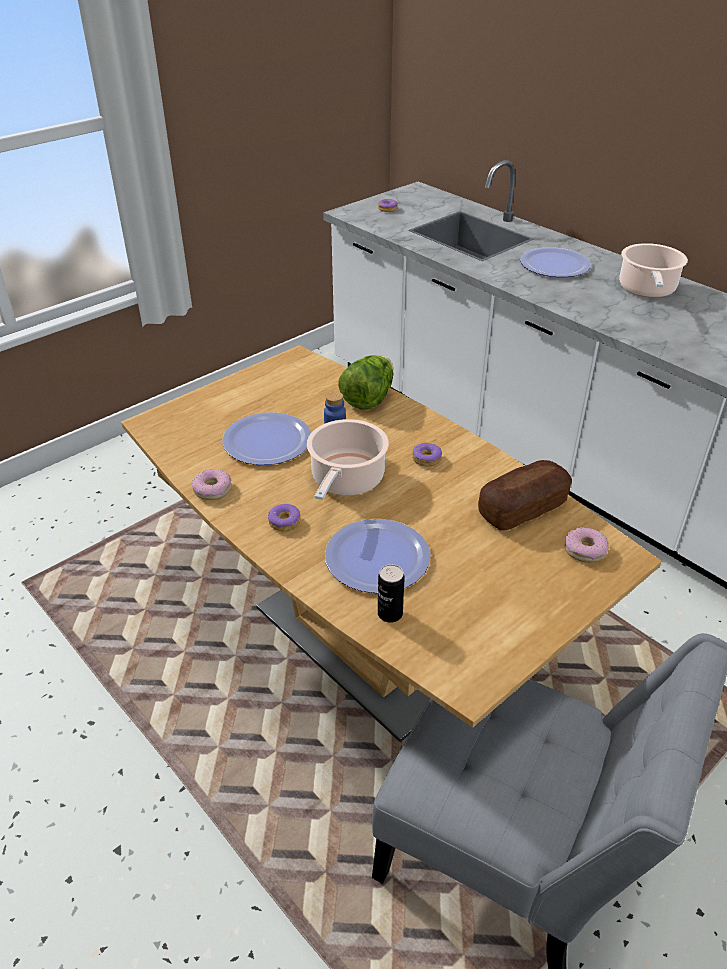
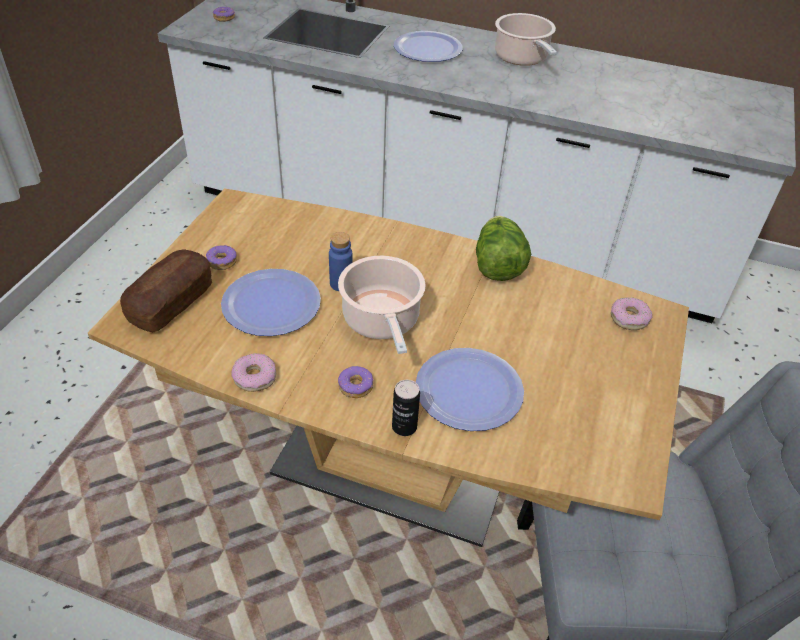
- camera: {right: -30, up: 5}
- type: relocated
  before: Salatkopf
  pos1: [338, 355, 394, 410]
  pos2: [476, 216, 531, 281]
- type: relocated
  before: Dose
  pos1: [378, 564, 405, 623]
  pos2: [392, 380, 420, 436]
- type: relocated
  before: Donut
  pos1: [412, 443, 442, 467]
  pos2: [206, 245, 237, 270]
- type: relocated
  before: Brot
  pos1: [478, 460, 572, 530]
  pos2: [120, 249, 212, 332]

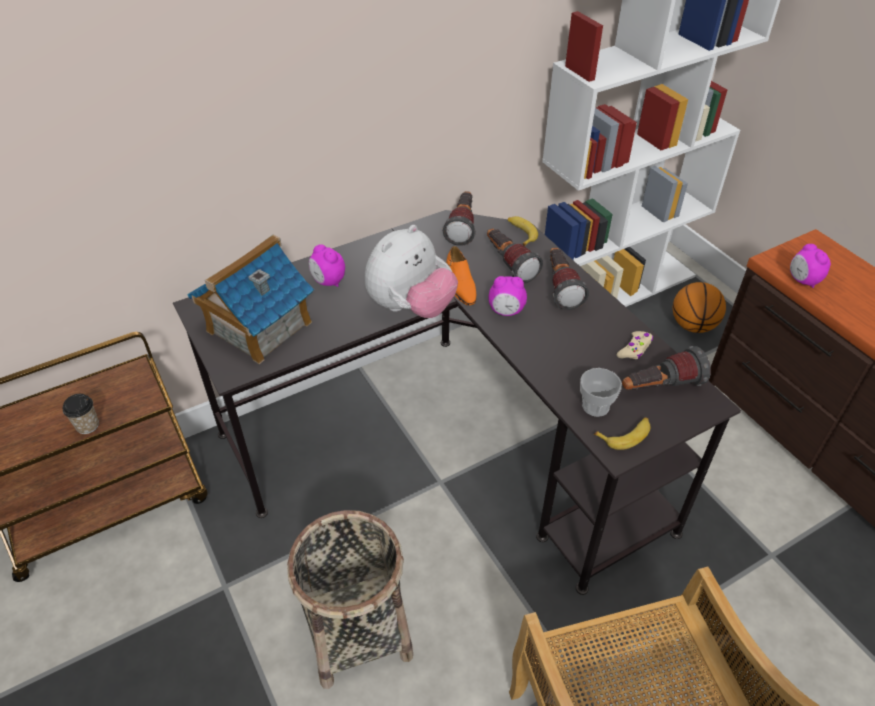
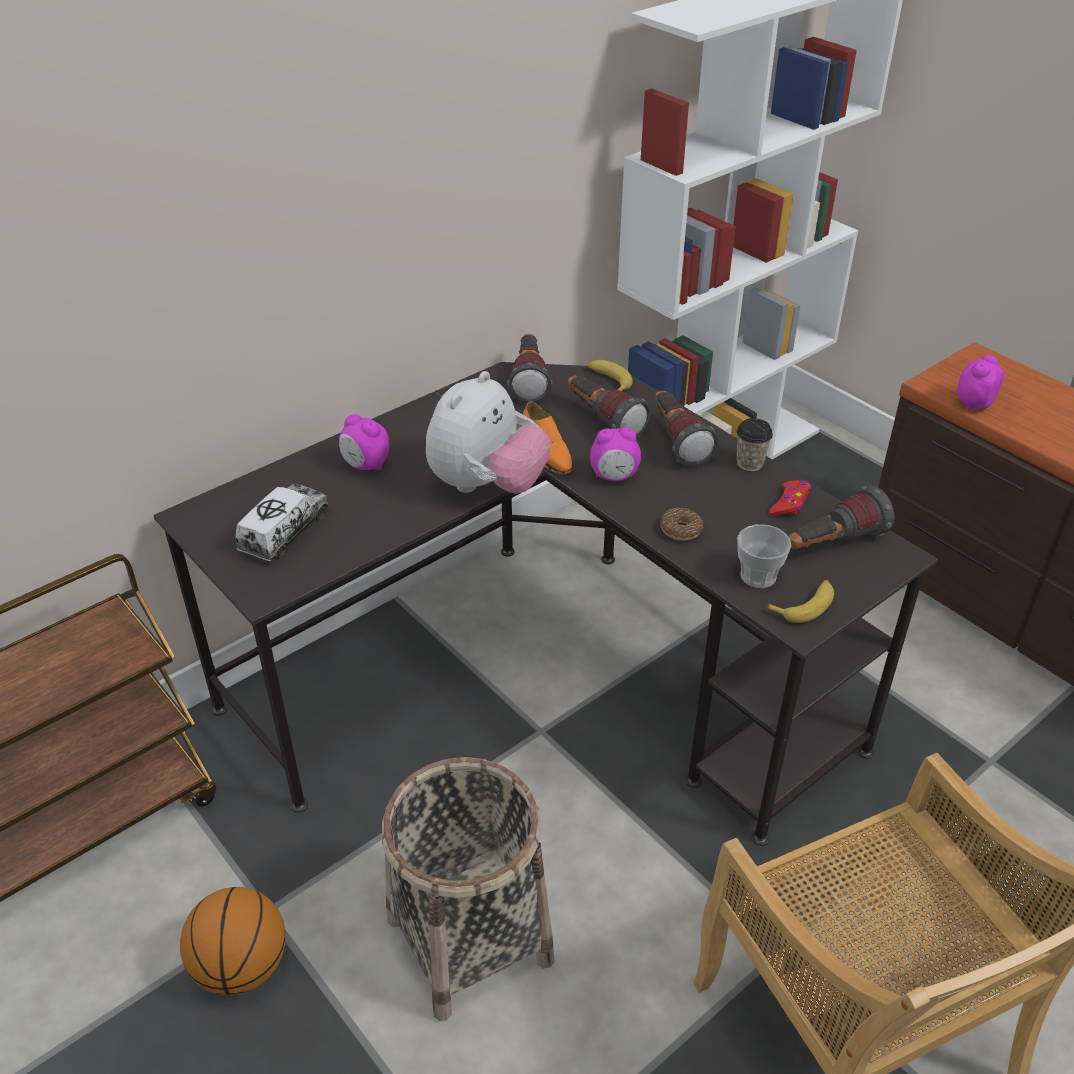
- camera: {right: -10, up: -5}
- type: relocated
  before: Tasse
  pos1: [62, 394, 99, 434]
  pos2: [736, 418, 773, 471]
- type: exchanged
  before: Spielzeughaus
  after: Spielzeuglaster
  pos1: [187, 234, 314, 364]
  pos2: [235, 483, 328, 563]
- type: colour
  before: Gamepad/beige
  after: Gamepad/rot
  pos1: [616, 331, 653, 359]
  pos2: [769, 480, 811, 516]
- type: relocated
  before: Basketball
  pos1: [673, 282, 726, 333]
  pos2: [180, 887, 286, 995]
- type: spun
  before: Wecker
  pos1: [790, 244, 831, 288]
  pos2: [957, 355, 1004, 411]
  turn: 75
- type: appeared
  after: Donut
  pos2: [660, 508, 703, 541]

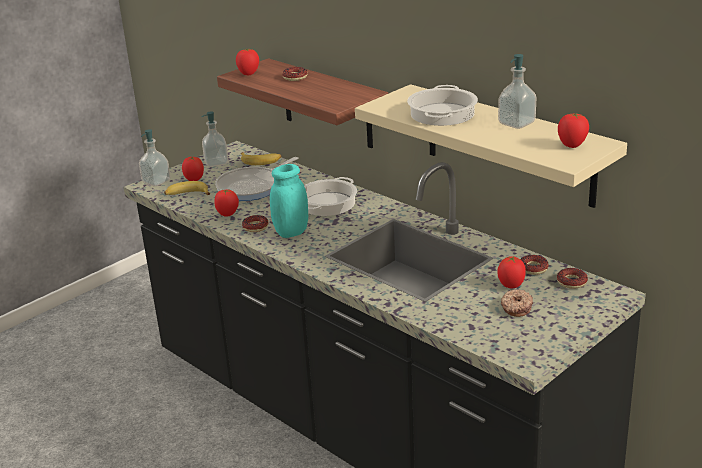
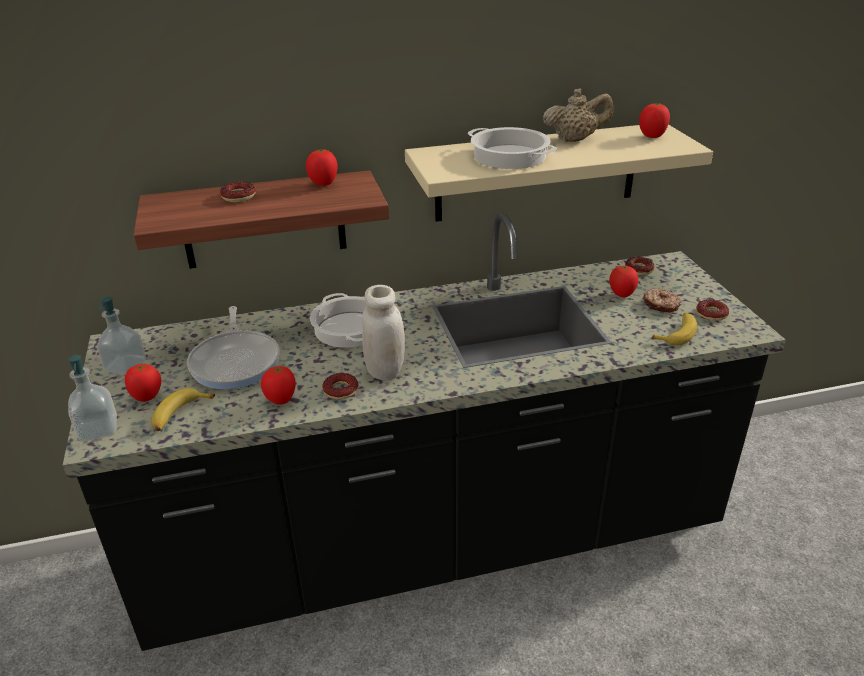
- camera: {right: -60, up: 5}
- type: relocated
  before: Tomate
  pos1: [236, 49, 259, 75]
  pos2: [306, 149, 337, 186]
- type: relocated
  before: Banane
  pos1: [241, 152, 282, 165]
  pos2: [651, 313, 697, 345]
- type: colour
  before: Vorratsglas/türkis
  after: Vorratsglas/weiß
  pos1: [270, 164, 308, 238]
  pos2: [362, 285, 405, 380]
- type: exchanged
  before: Seifenspender
  after: Teekanne/beige
  pos1: [498, 54, 537, 129]
  pos2: [543, 89, 613, 142]
- type: relocated
  before: Donut
  pos1: [521, 255, 549, 275]
  pos2: [696, 299, 729, 321]

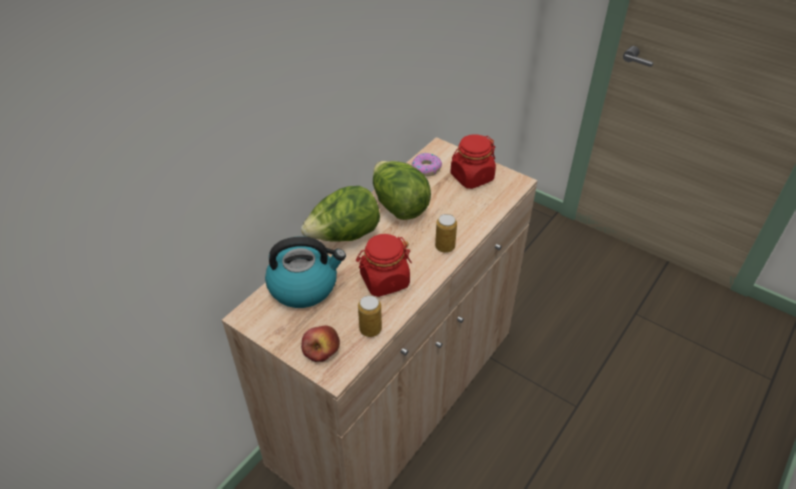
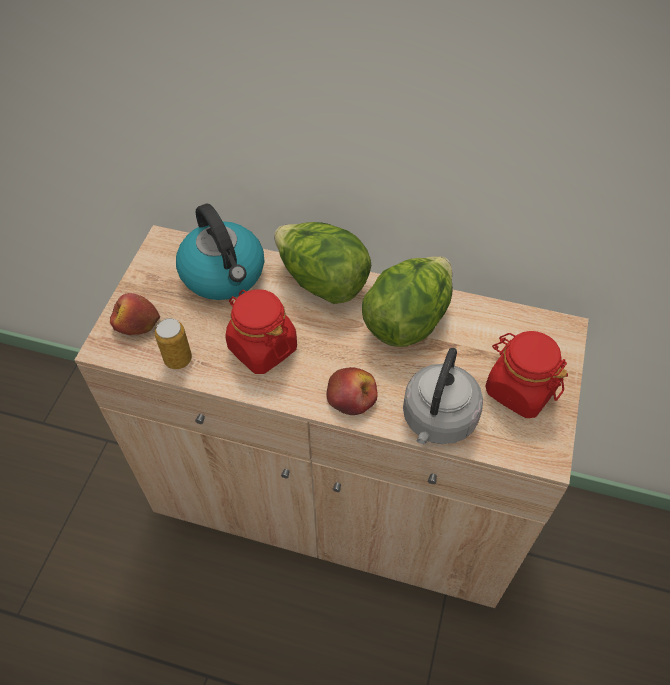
- camera: {right: 70, up: 10}
- type: missing
  before: Donut
  pos1: [412, 153, 442, 176]
- type: exchanged
  before: Dose
  after: Apfel
  pos1: [435, 214, 457, 253]
  pos2: [326, 367, 378, 415]
- type: appeared
  after: Wasserkessel/grau
  pos2: [403, 348, 483, 444]

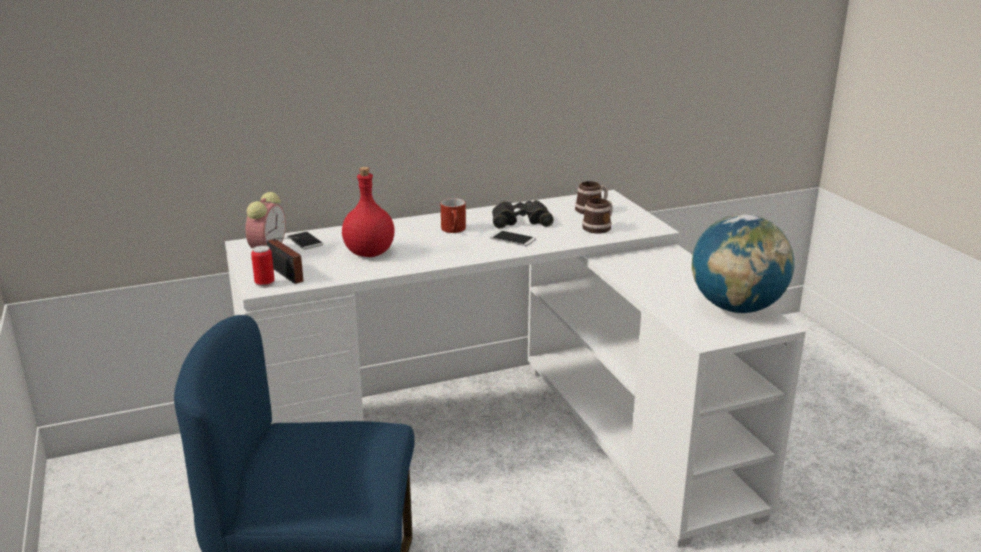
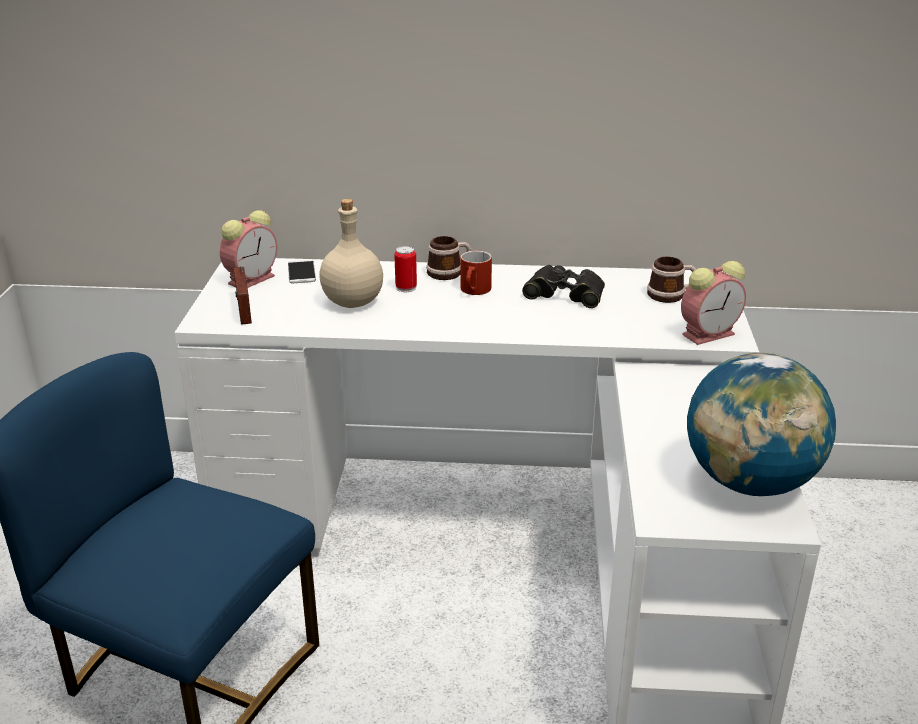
- camera: {right: 25, up: 5}
- type: relocated
  before: Dose
  pos1: [251, 245, 275, 288]
  pos2: [394, 246, 417, 292]
- type: colour
  before: Flasche/rot
  after: Flasche/beige
  pos1: [342, 167, 395, 257]
  pos2: [319, 199, 383, 308]
- type: missing
  before: Handy
  pos1: [490, 230, 536, 246]
- type: relocated
  before: Henkelbecher
  pos1: [582, 198, 613, 233]
  pos2: [426, 236, 471, 280]
- type: appeared
  after: Wecker
  pos2: [681, 261, 746, 345]

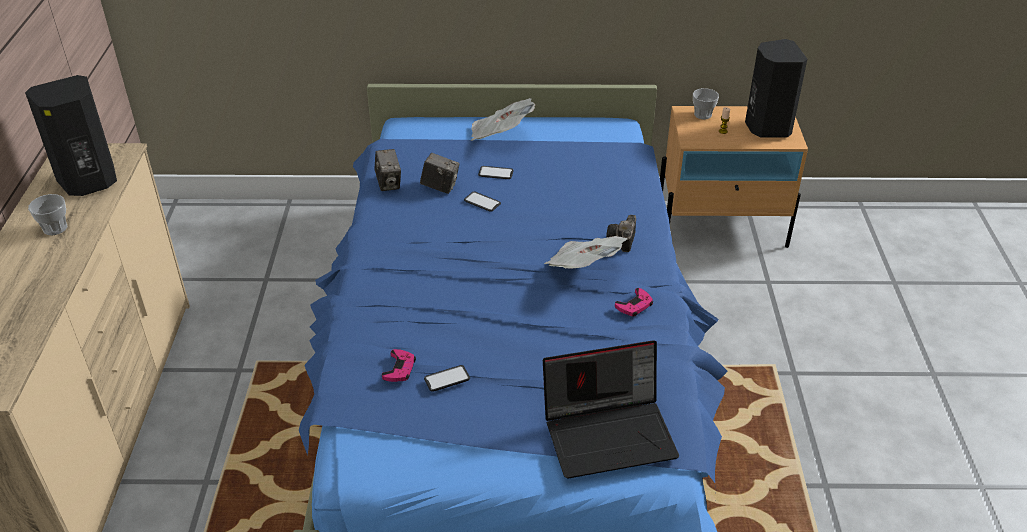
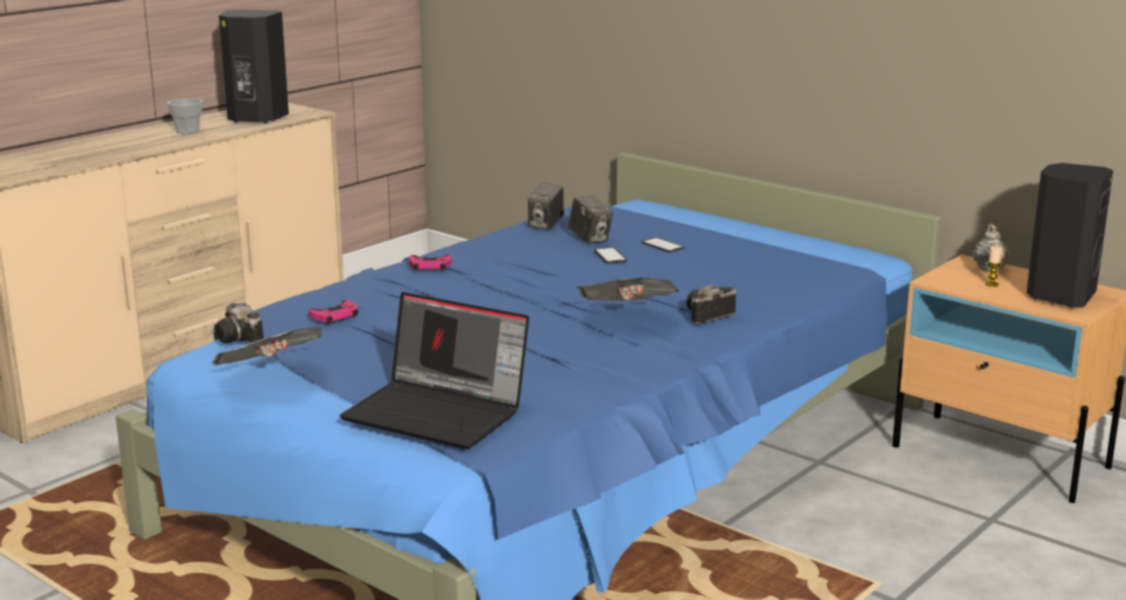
- camera: {right: 40, up: -20}
- type: missing
  before: Handy
  pos1: [424, 365, 470, 392]
- type: relocated
  before: Zeitung
  pos1: [471, 98, 535, 141]
  pos2: [212, 327, 322, 365]
- type: relocated
  before: Gamepad/rosa
  pos1: [615, 288, 653, 317]
  pos2: [409, 255, 452, 270]
- type: exchanged
  before: Tasse
  after: Teekanne/beige
  pos1: [693, 88, 719, 120]
  pos2: [973, 224, 1010, 271]
- type: appeared
  after: Kamera
  pos2: [215, 303, 264, 343]

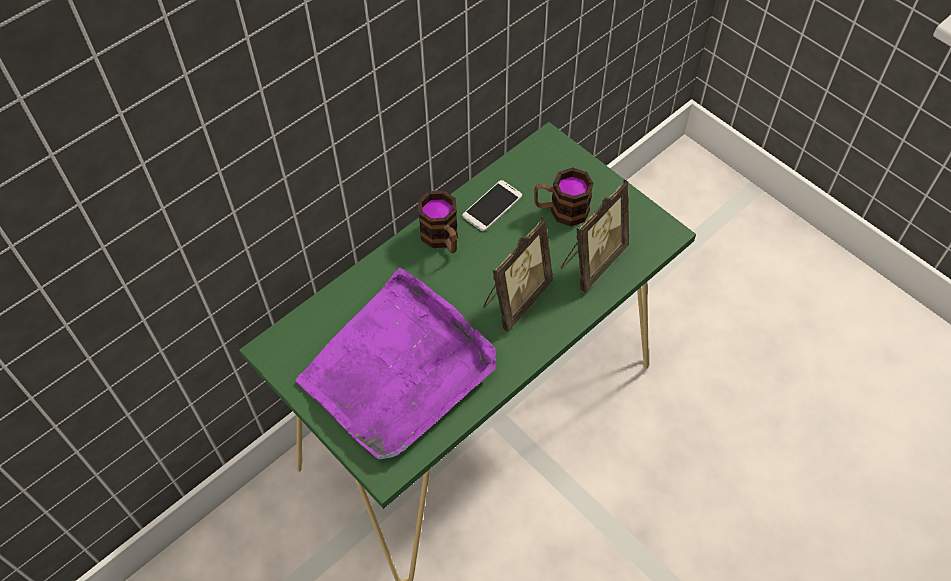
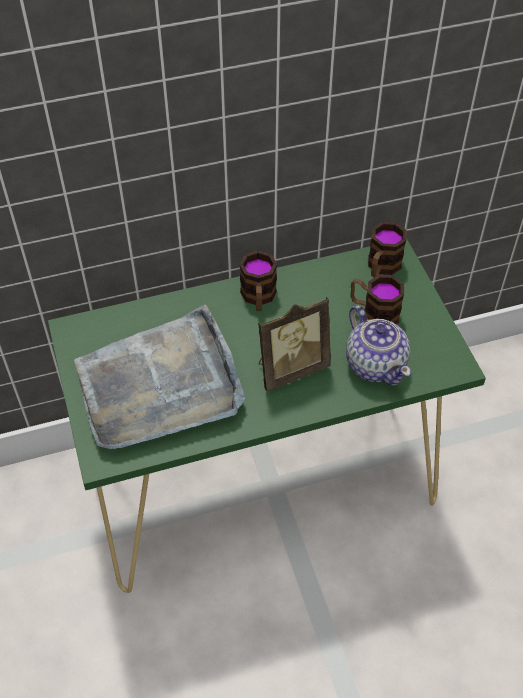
- camera: {right: 25, up: -5}
- type: colour
  before: Tablett/lila
  after: Tablett/grau
  pos1: [295, 268, 496, 459]
  pos2: [74, 305, 245, 449]
- type: missing
  before: Handy
  pos1: [462, 180, 522, 231]
- type: exchanged
  before: Bilderrahmen
  after: Teekanne
  pos1: [561, 179, 629, 292]
  pos2: [346, 305, 411, 386]
- type: appeared
  after: Henkelbecher
  pos2: [368, 222, 406, 277]

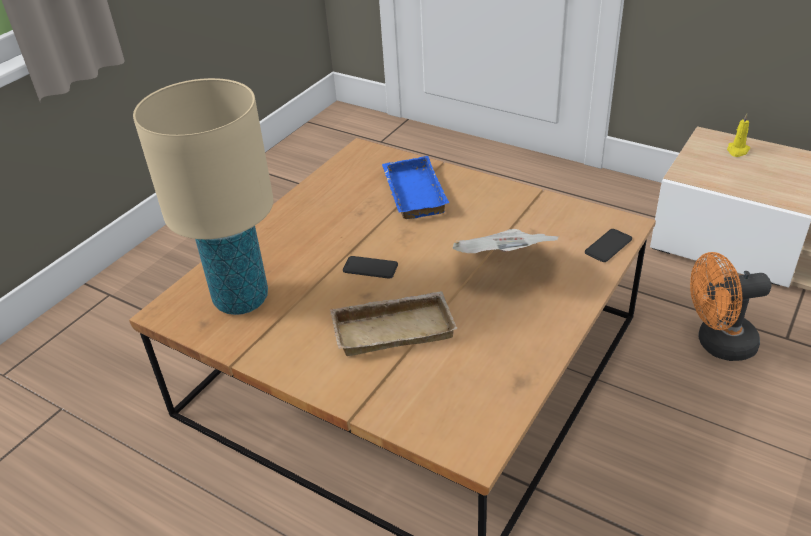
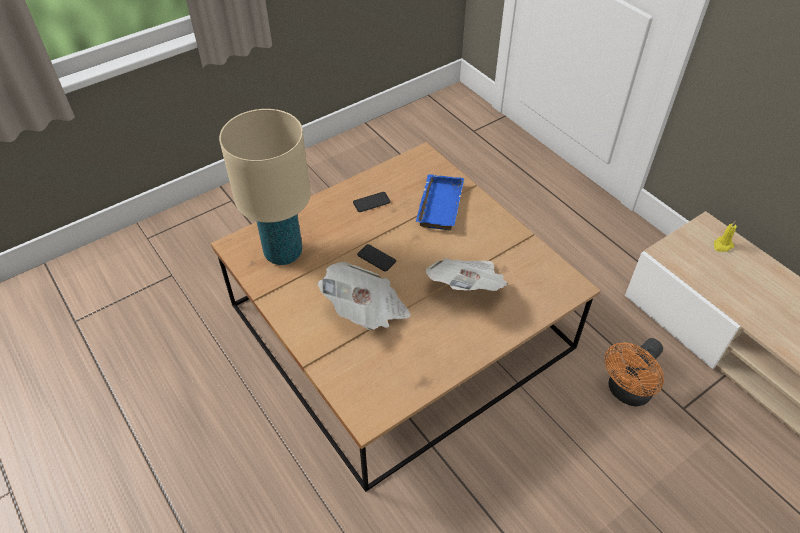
- camera: {right: 20, up: 10}
- type: exchanged
  before: Tablett/beige
  after: Zeitung
  pos1: [330, 291, 457, 356]
  pos2: [318, 262, 411, 330]
- type: relocated
  before: Handy
  pos1: [585, 229, 632, 262]
  pos2: [353, 192, 390, 212]
- type: spun
  before: Ventilator/orange
  pos1: [690, 252, 771, 361]
  pos2: [605, 338, 664, 406]
  turn: -60

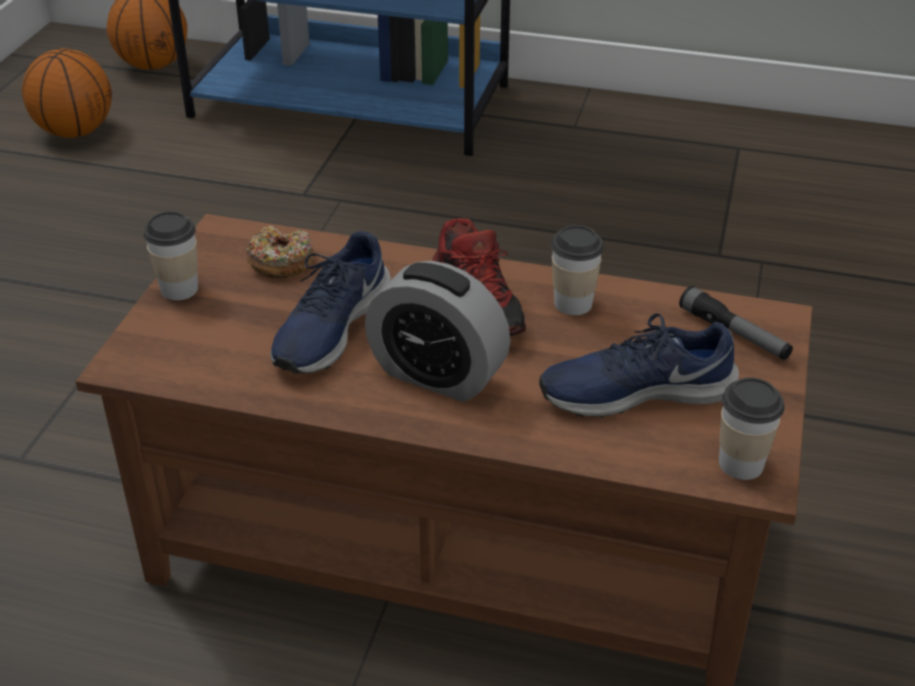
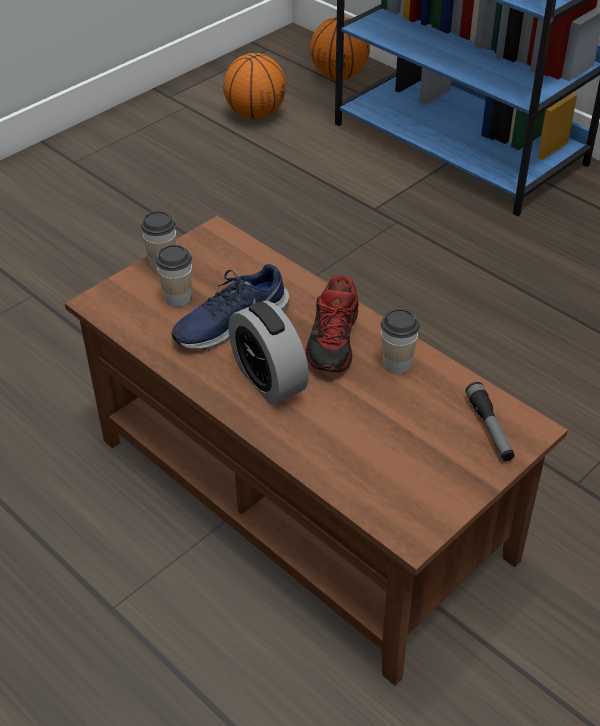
- camera: {right: 30, up: 5}
- type: missing
  before: Donut
  pos1: [246, 226, 314, 278]
- type: missing
  before: Schuh/blau
  pos1: [539, 314, 739, 417]
- type: relocated
  before: Tasse
  pos1: [719, 377, 785, 480]
  pos2: [156, 245, 192, 307]

